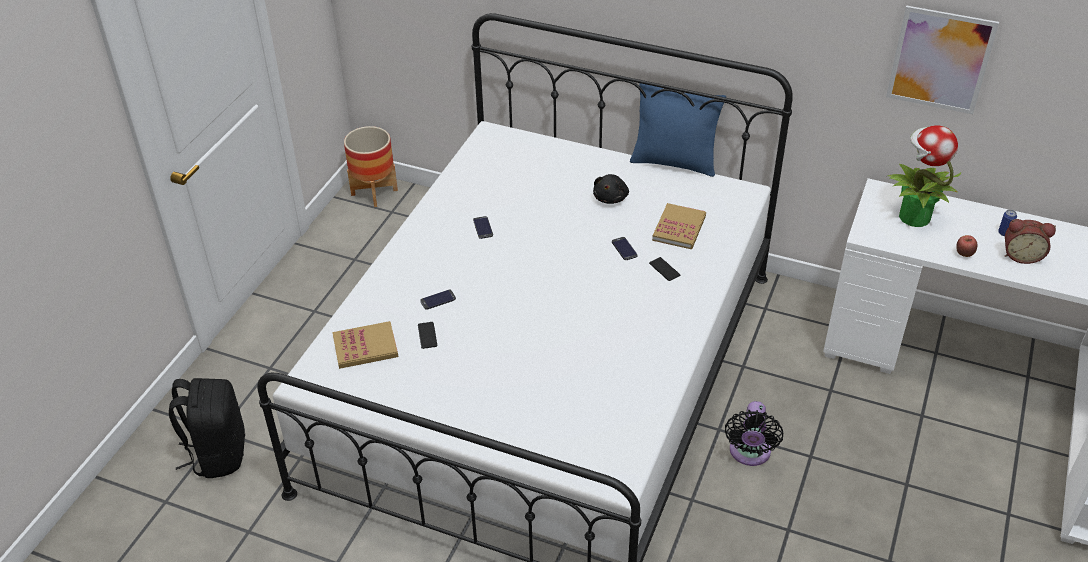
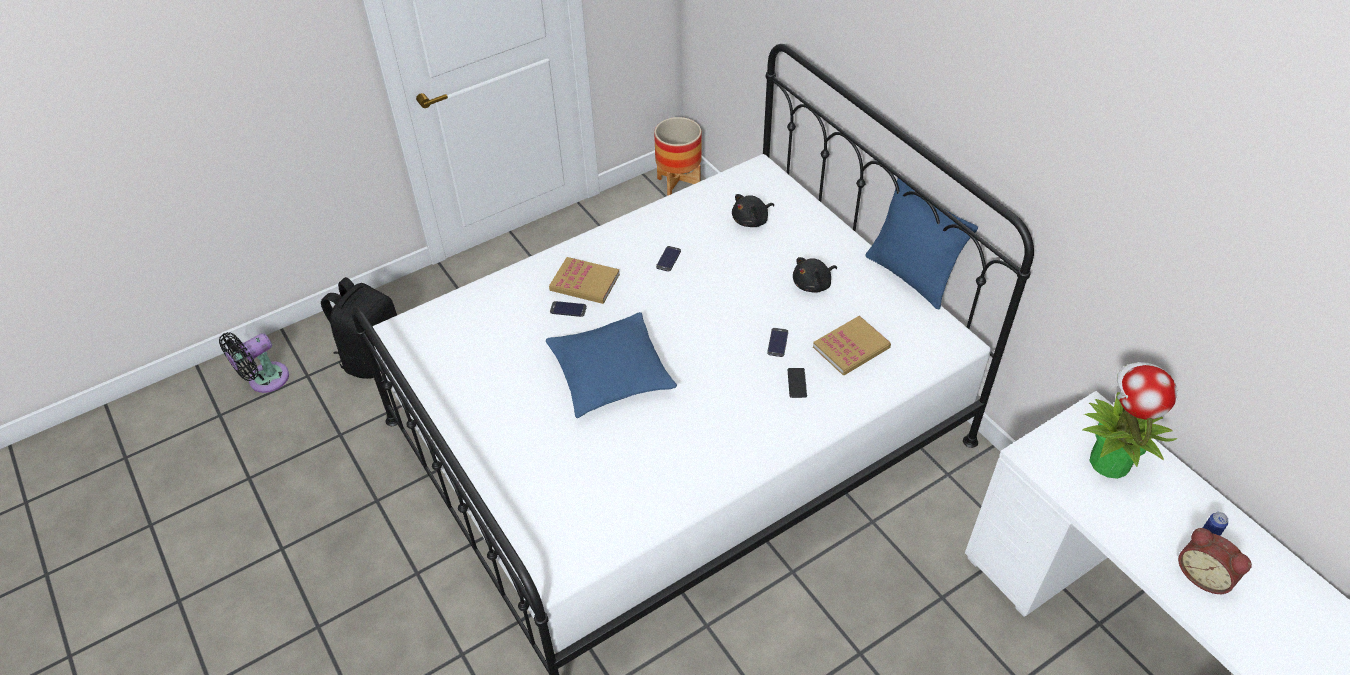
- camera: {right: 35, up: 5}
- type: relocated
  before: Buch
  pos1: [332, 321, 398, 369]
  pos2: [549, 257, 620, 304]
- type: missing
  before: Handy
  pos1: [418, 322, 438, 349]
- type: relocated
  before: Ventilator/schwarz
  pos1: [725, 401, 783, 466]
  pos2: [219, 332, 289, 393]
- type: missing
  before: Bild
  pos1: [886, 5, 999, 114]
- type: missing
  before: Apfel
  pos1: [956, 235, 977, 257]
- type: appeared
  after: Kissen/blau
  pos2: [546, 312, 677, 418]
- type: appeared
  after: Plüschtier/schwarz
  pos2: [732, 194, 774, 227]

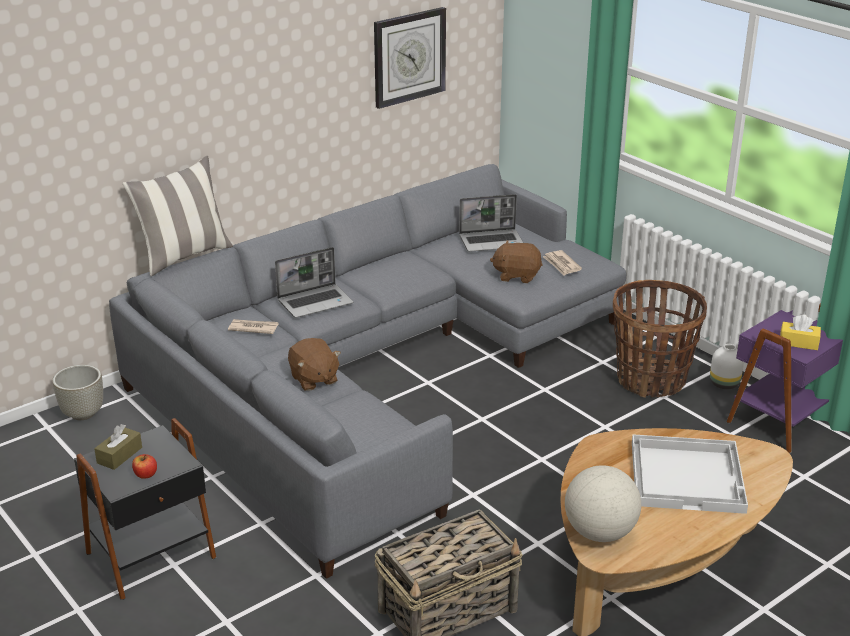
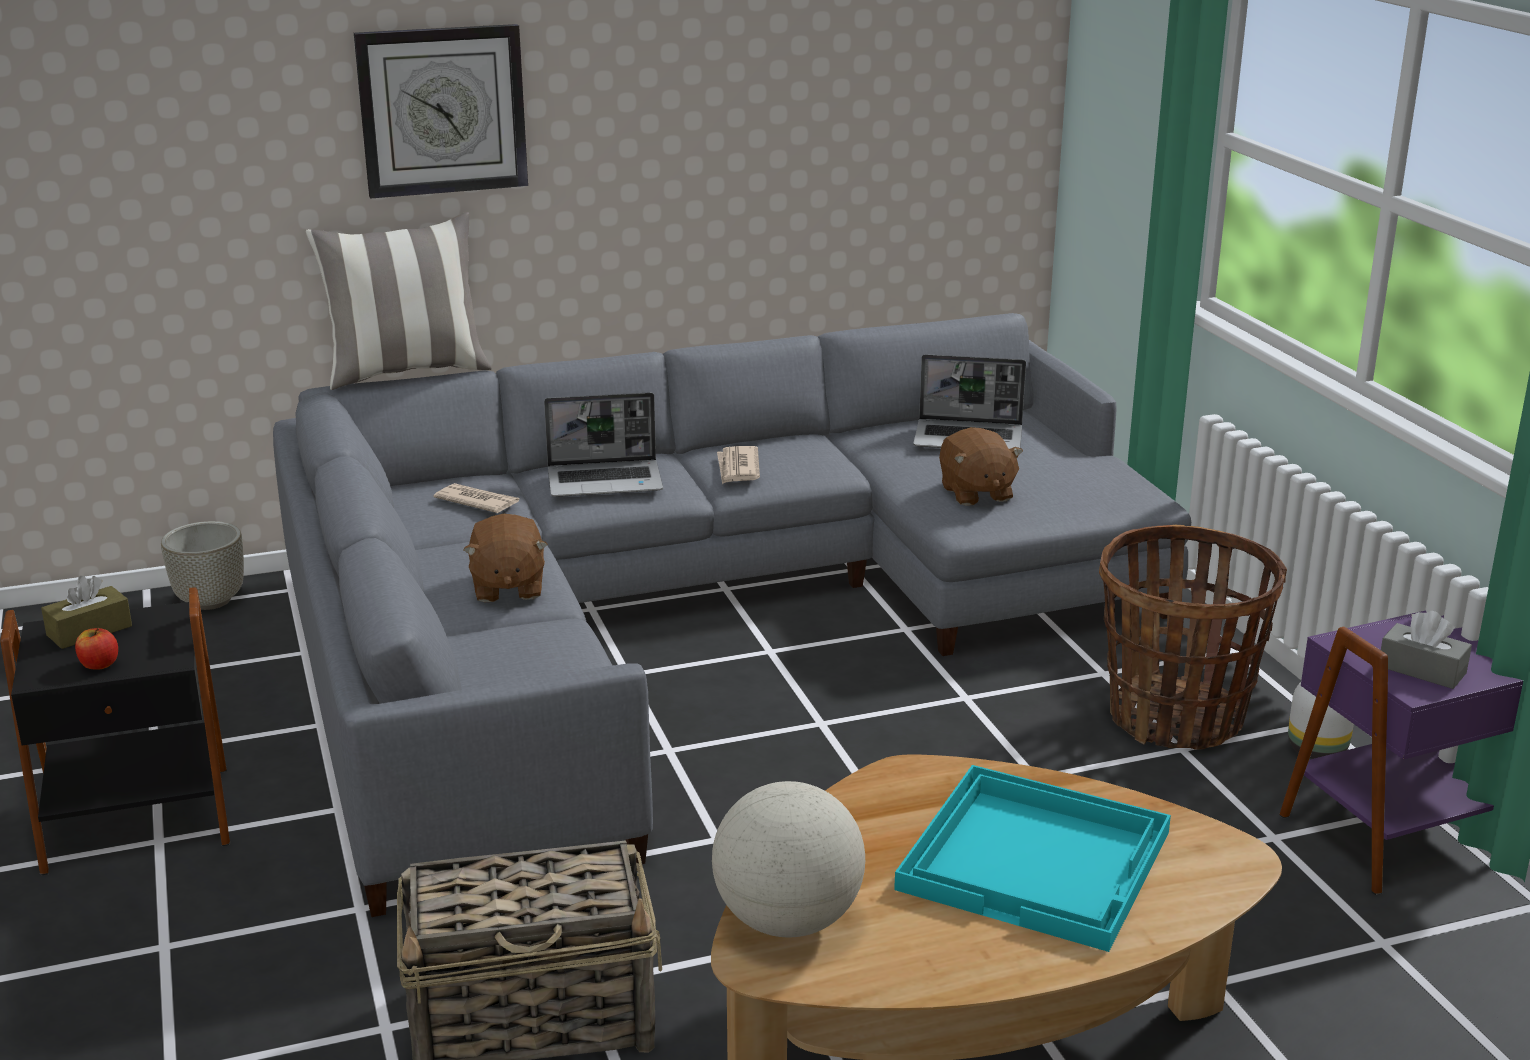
- camera: {right: 20, up: -5}
- type: relocated
  before: Wanduhr
  pos1: [374, 7, 446, 109]
  pos2: [354, 24, 528, 199]
- type: spun
  before: Plüschtier/braun
  pos1: [490, 240, 543, 283]
  pos2: [939, 427, 1023, 506]
  turn: -135
- type: relocated
  before: Zeitung
  pos1: [543, 250, 582, 276]
  pos2: [717, 446, 760, 484]
- type: colour
  before: Tablett/weiß
  after: Tablett/türkis
  pos1: [632, 434, 748, 514]
  pos2: [894, 765, 1171, 952]
- type: colour
  before: Taschentuchbox/gelb
  after: Taschentuchbox/grau
  pos1: [780, 315, 821, 350]
  pos2: [1381, 611, 1472, 689]

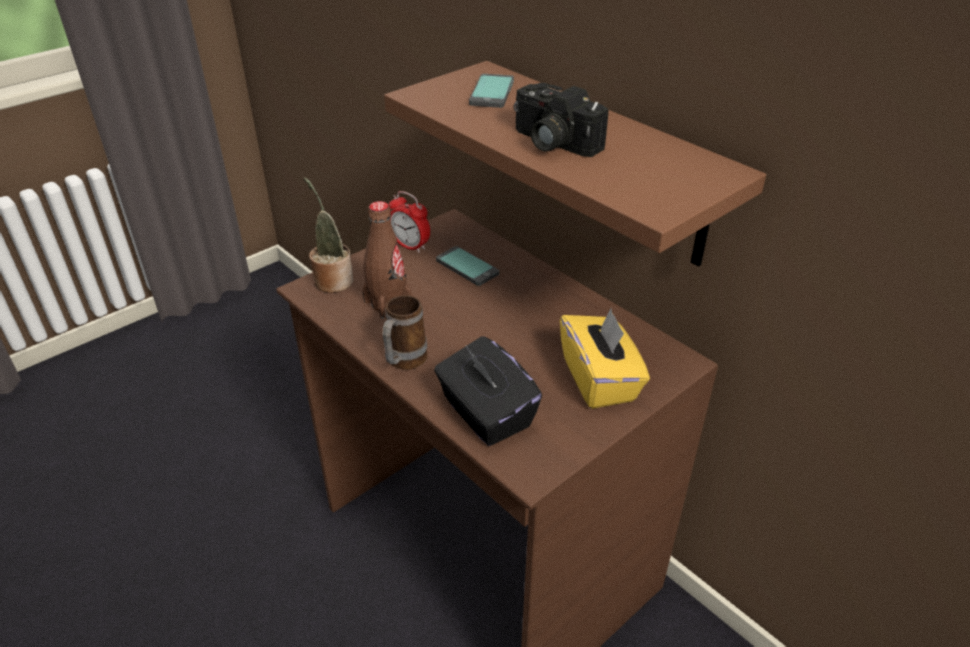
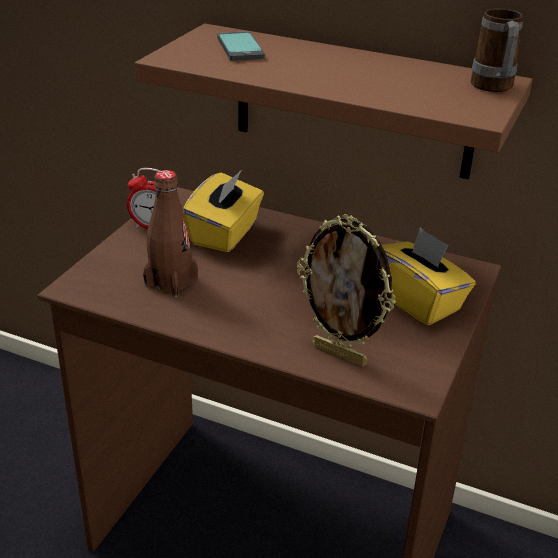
- camera: {right: -25, up: -5}
- type: missing
  before: Topfpflanze
  pos1: [304, 177, 354, 293]
- type: relocated
  before: Henkelbecher
  pos1: [382, 295, 427, 370]
  pos2: [471, 9, 523, 92]
- type: exchanged
  before: Taschentuchbox/schwarz
  after: Bilderrahmen
  pos1: [434, 336, 542, 446]
  pos2: [297, 214, 396, 367]
- type: exchanged
  before: Handy
  after: Taschentuchbox/gelb
  pos1: [436, 246, 499, 286]
  pos2: [183, 170, 264, 252]
- type: missing
  before: Kamera
  pos1: [513, 83, 609, 157]

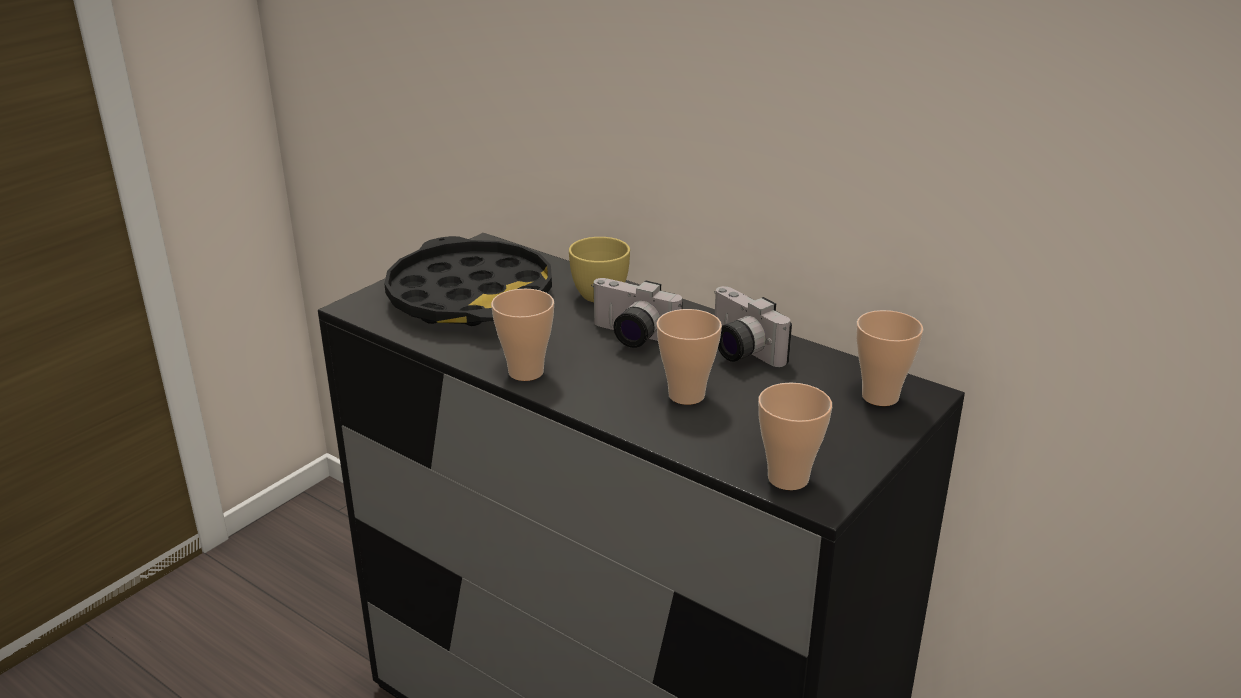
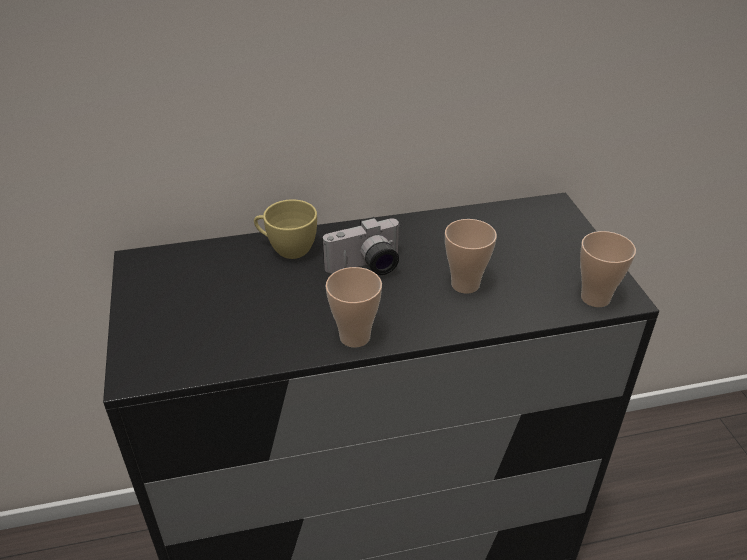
- camera: {right: -50, up: 10}
- type: missing
  before: Tablett/schwarz
  pos1: [384, 236, 552, 326]
- type: missing
  before: Kamera
  pos1: [714, 286, 792, 367]
- type: missing
  before: Tasse
  pos1: [856, 310, 924, 406]

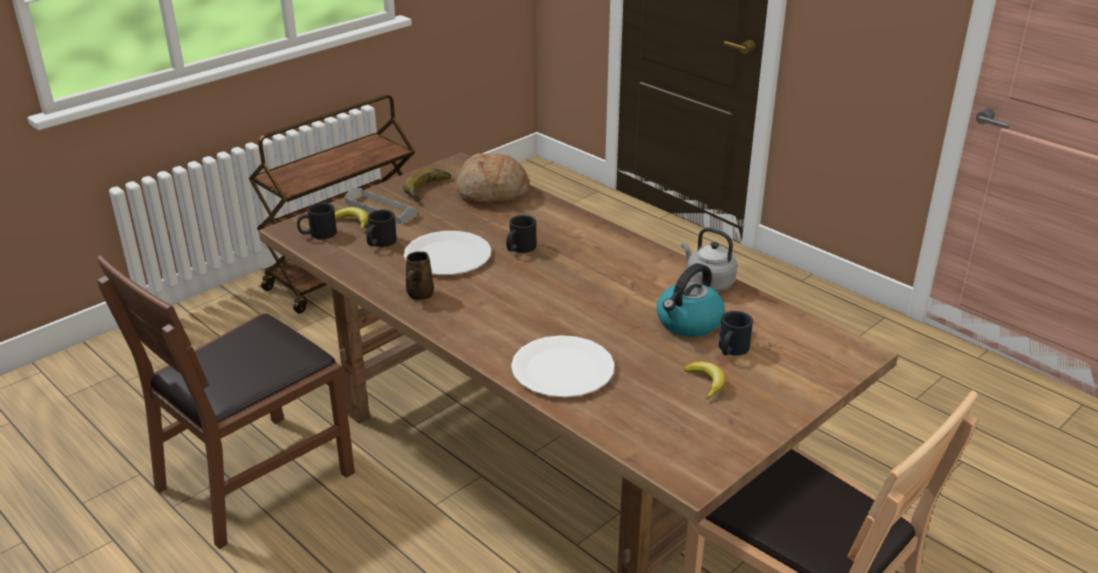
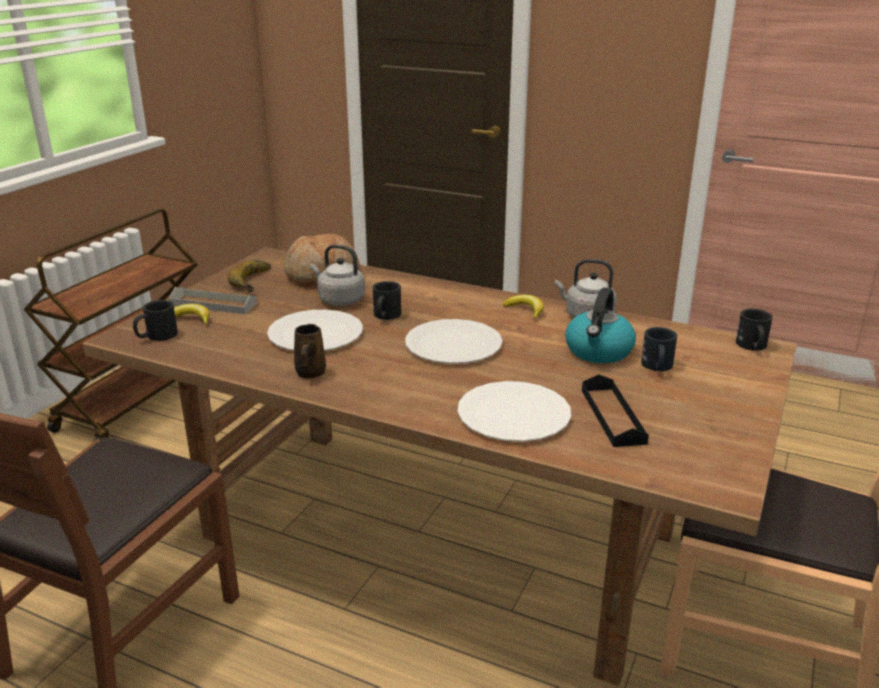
- camera: {right: -20, up: -5}
- type: relocated
  before: Henkelbecher/schwarz
  pos1: [366, 210, 397, 247]
  pos2: [736, 309, 773, 351]
- type: relocated
  before: Banane
  pos1: [684, 362, 725, 400]
  pos2: [503, 295, 544, 319]
- type: appeared
  after: Wasserkessel/grau
  pos2: [310, 244, 365, 306]
- type: appeared
  after: Teller/weiß
  pos2: [405, 319, 503, 364]
- type: appeared
  after: Tablett/schwarz
  pos2: [582, 374, 649, 447]

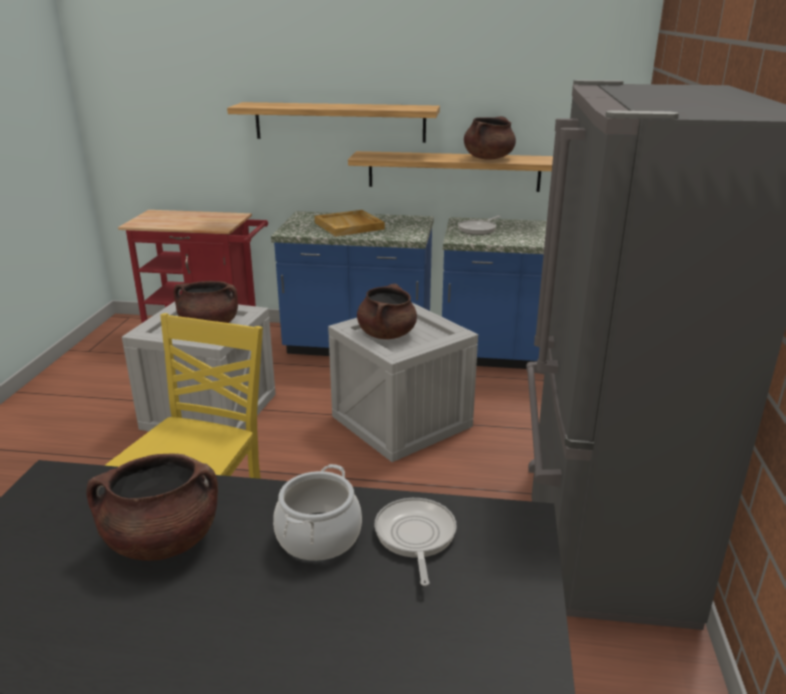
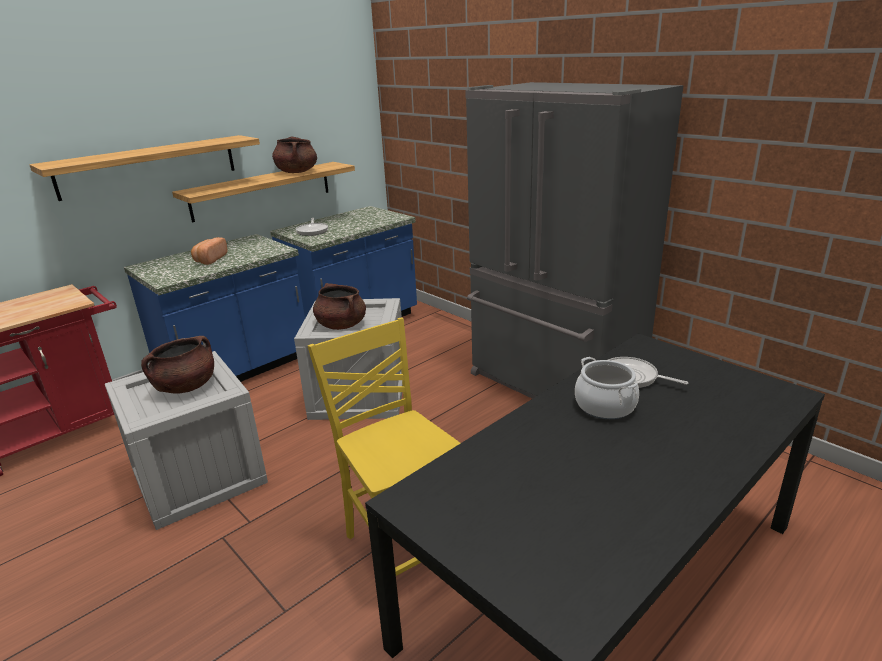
- camera: {right: -50, up: 0}
- type: missing
  before: Kochtopf/braun
  pos1: [86, 454, 218, 561]
- type: exchanged
  before: Tablett/beige
  after: Brot
  pos1: [315, 210, 385, 237]
  pos2: [191, 237, 228, 265]

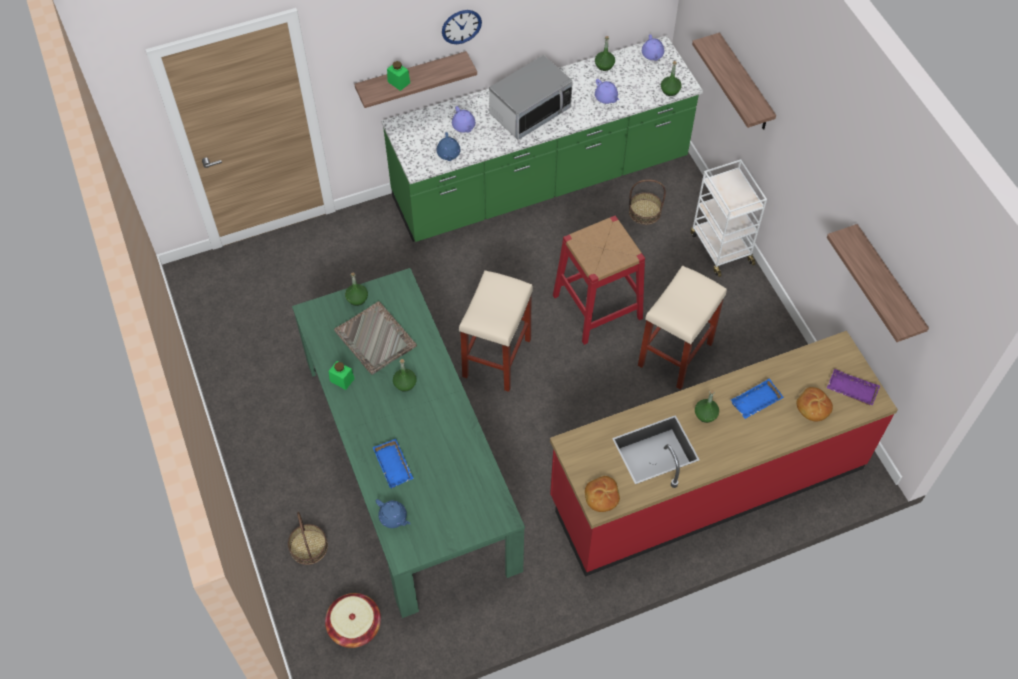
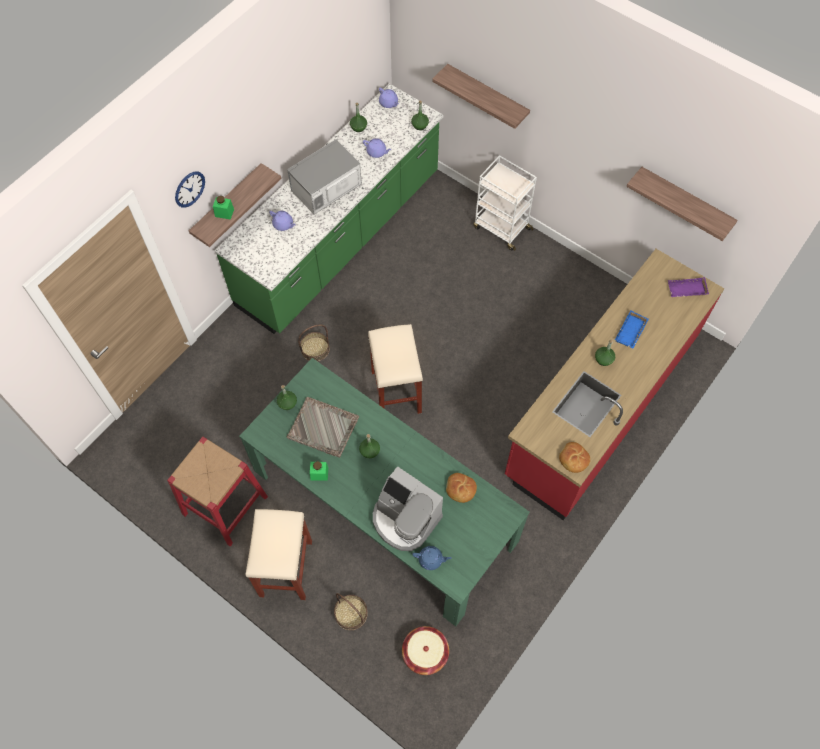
- camera: {right: -30, up: 5}
- type: exchanged
  before: Tablett/blau
  after: Kaffeemaschine
  pos1: [373, 439, 414, 488]
  pos2: [373, 466, 443, 551]
- type: missing
  before: Teekanne/blau
  pos1: [436, 132, 460, 161]
- type: relocated
  before: Wanduhr
  pos1: [442, 10, 482, 44]
  pos2: [175, 172, 205, 208]
- type: spun
  before: Mikrowelle
  pos1: [489, 55, 573, 140]
  pos2: [287, 139, 362, 214]
  turn: -150
- type: relocated
  before: Hocker/rot
  pos1: [553, 216, 645, 345]
  pos2: [167, 437, 268, 546]
- type: relocated
  before: Korb
  pos1: [629, 180, 666, 225]
  pos2: [298, 324, 330, 361]
- type: relocated
  before: Hocker/beige
  pos1: [638, 265, 727, 390]
  pos2: [246, 509, 312, 600]
- type: relocated
  before: Brot
  pos1: [796, 387, 833, 421]
  pos2: [446, 473, 477, 503]

